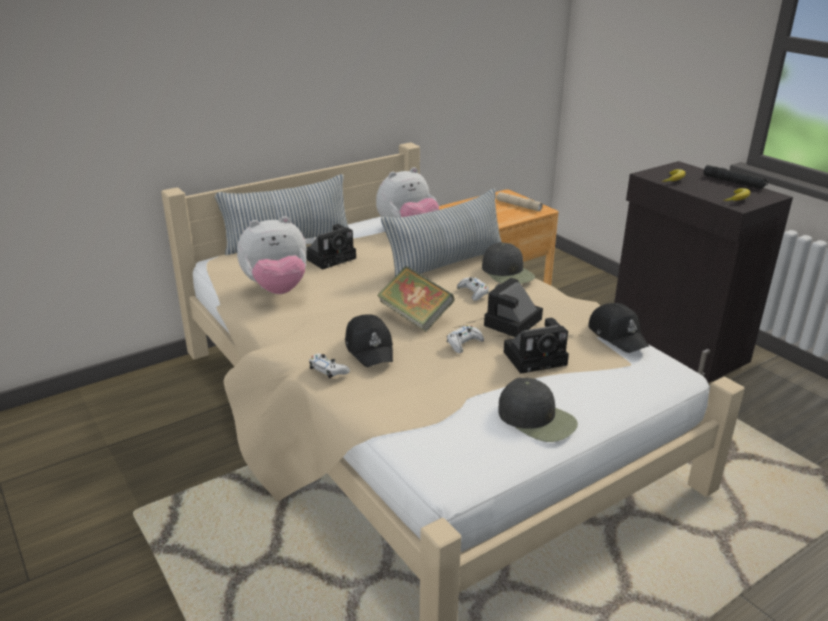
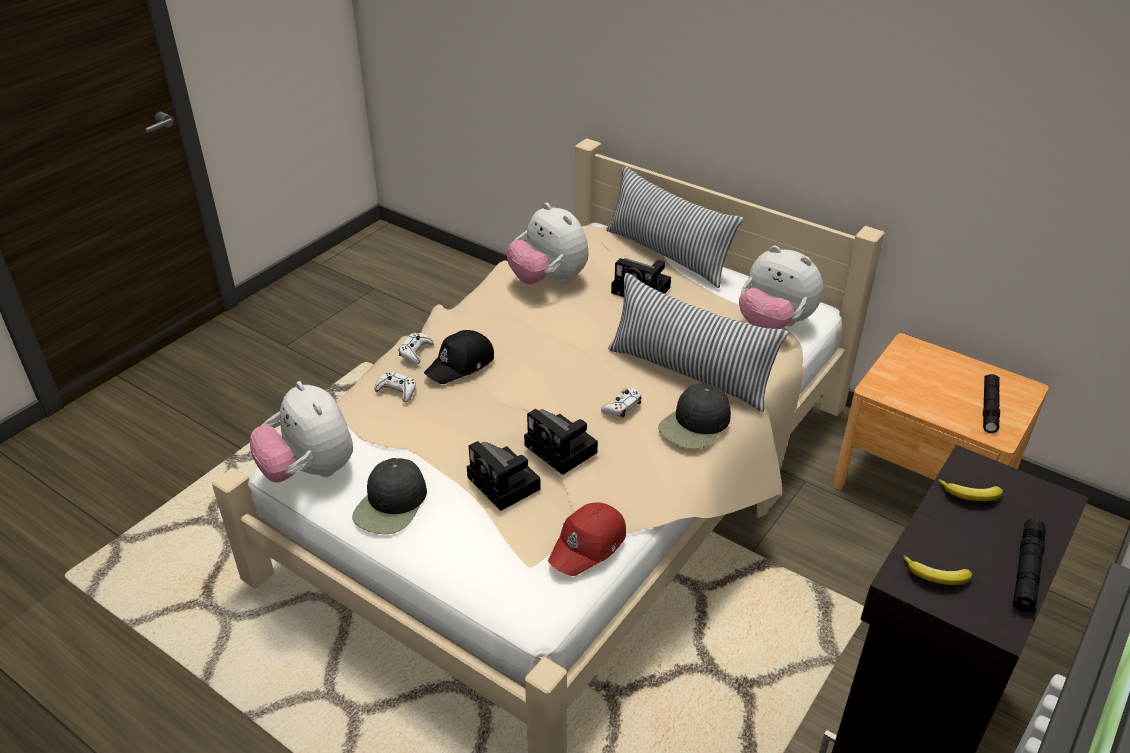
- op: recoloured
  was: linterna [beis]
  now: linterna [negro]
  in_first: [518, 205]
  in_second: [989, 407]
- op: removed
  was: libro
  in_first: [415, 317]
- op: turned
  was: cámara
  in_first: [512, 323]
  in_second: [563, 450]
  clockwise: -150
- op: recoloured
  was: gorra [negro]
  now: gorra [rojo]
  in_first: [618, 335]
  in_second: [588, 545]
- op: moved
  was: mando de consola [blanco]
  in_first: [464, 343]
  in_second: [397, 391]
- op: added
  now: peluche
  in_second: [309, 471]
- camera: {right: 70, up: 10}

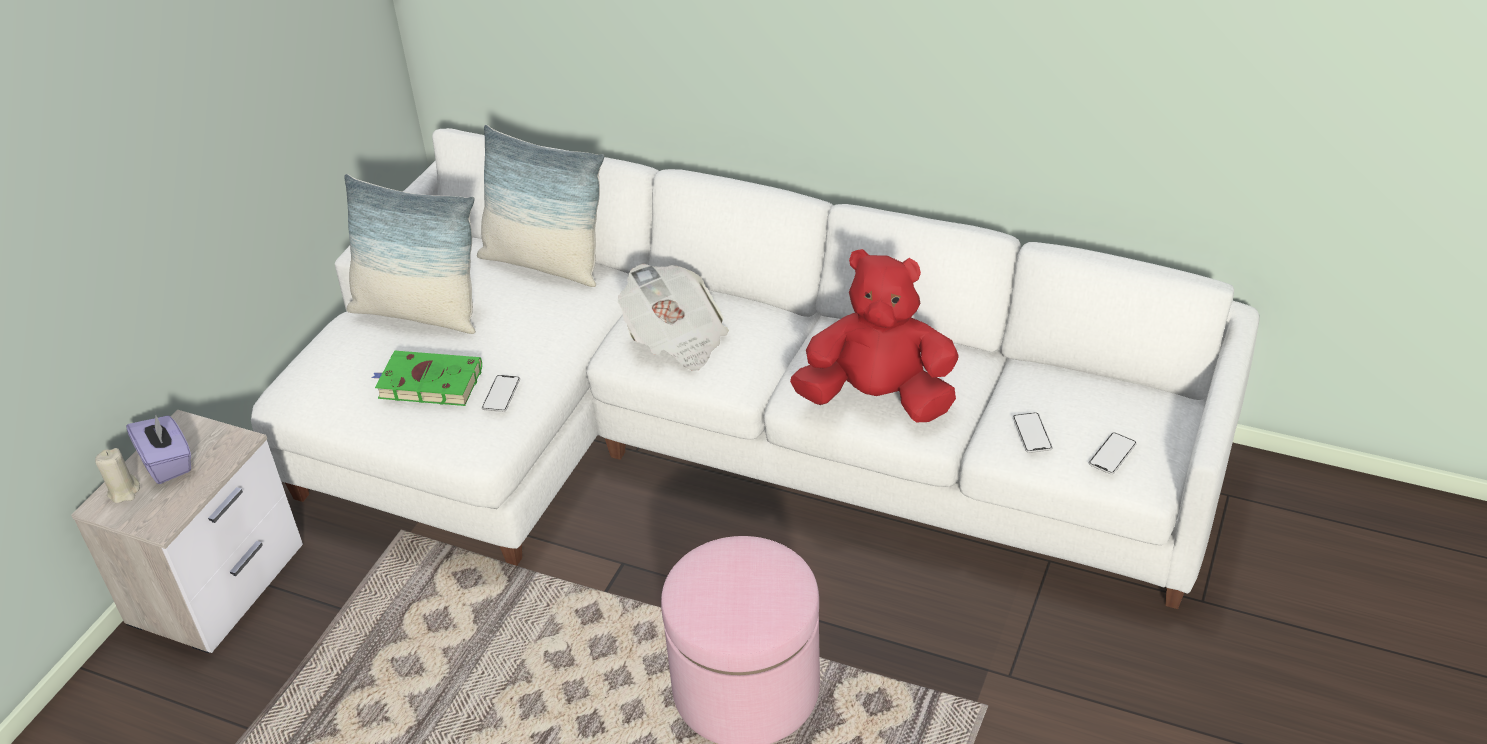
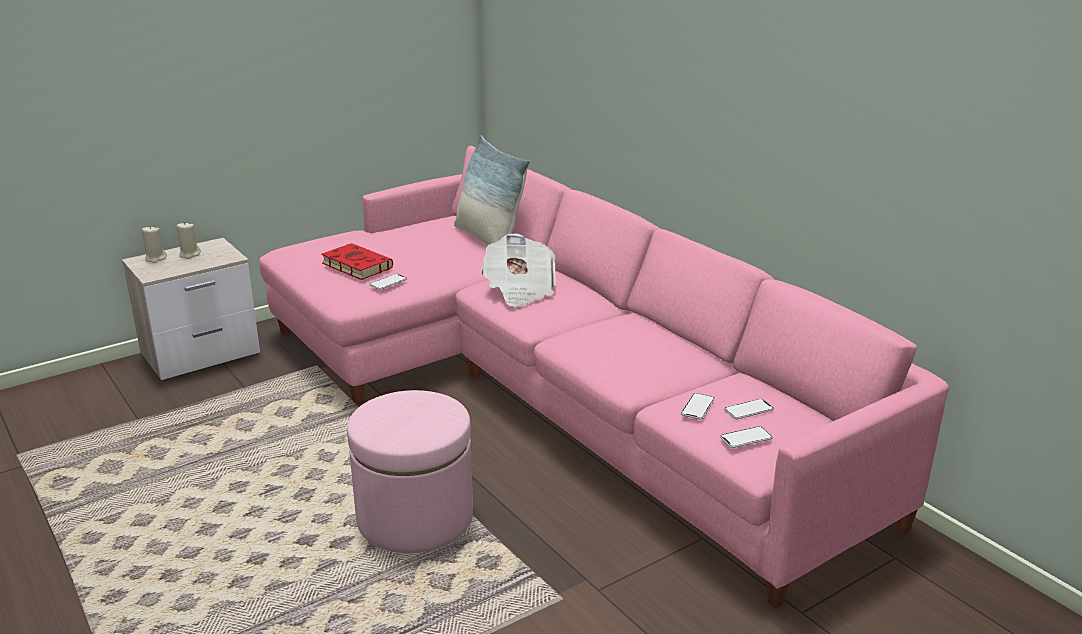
- op: recoloured
  was: sofá [blanco]
  now: sofá [rosa]
  in_first: [720, 437]
  in_second: [547, 389]
- op: removed
  was: cojín
  in_first: [419, 313]
- op: removed
  was: peluche [rojo]
  in_first: [878, 399]
- op: recoloured
  was: libro [verde]
  now: libro [rojo]
  in_first: [427, 383]
  in_second: [355, 265]
- op: replaced
  was: caja de pañuelos [morado]
  now: vela [beis]
  in_first: [167, 462]
  in_second: [189, 254]
- op: added
  now: móvil
  in_second: [748, 410]
- camera: {right: 30, up: -15}

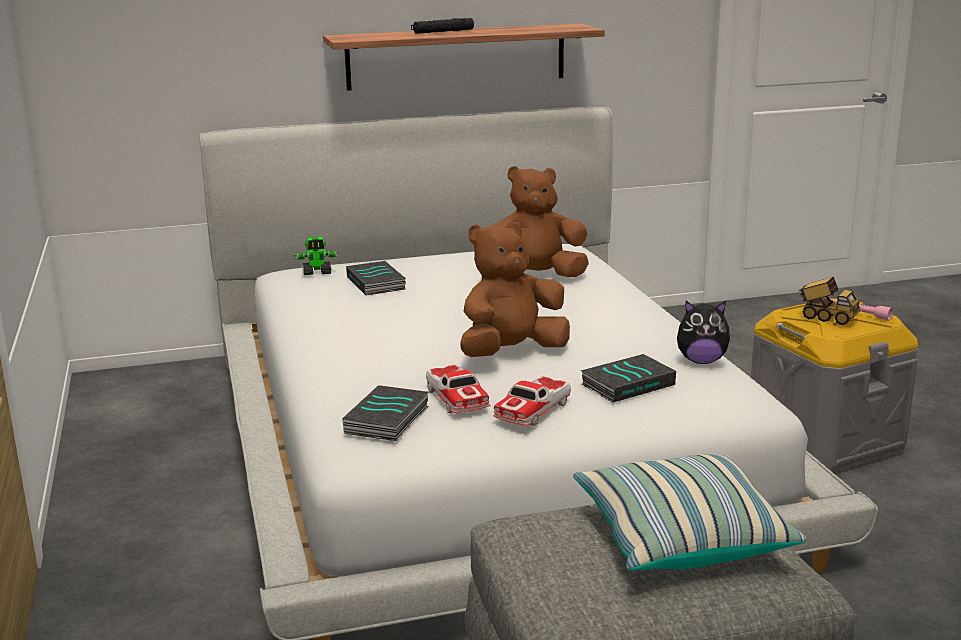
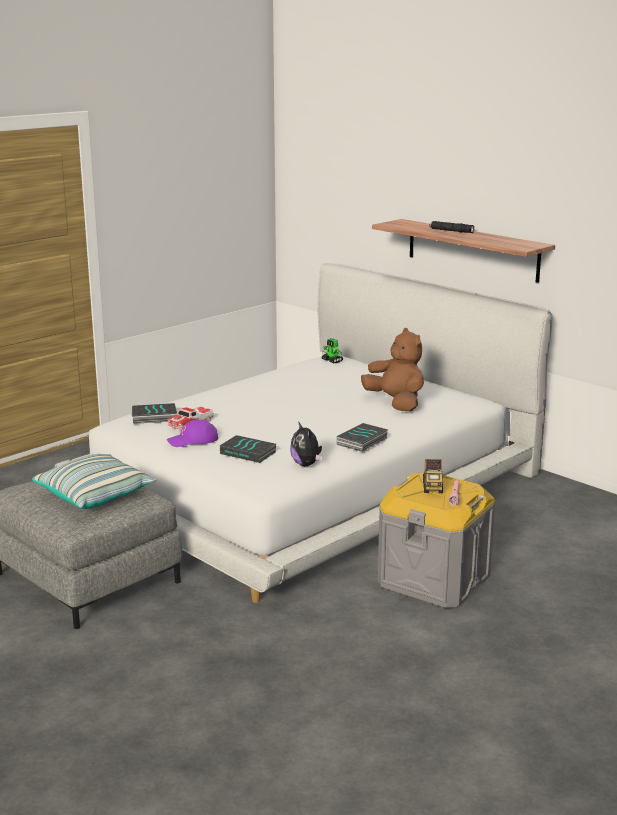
- op: removed
  was: peluche [marrón]
  in_first: [511, 353]
- op: moved
  was: libro
  in_first: [377, 283]
  in_second: [362, 441]
- op: replaced
  was: coche de juguete
  now: gorra [morado]
  in_first: [533, 410]
  in_second: [193, 440]
- camera: {right: 60, up: 0}

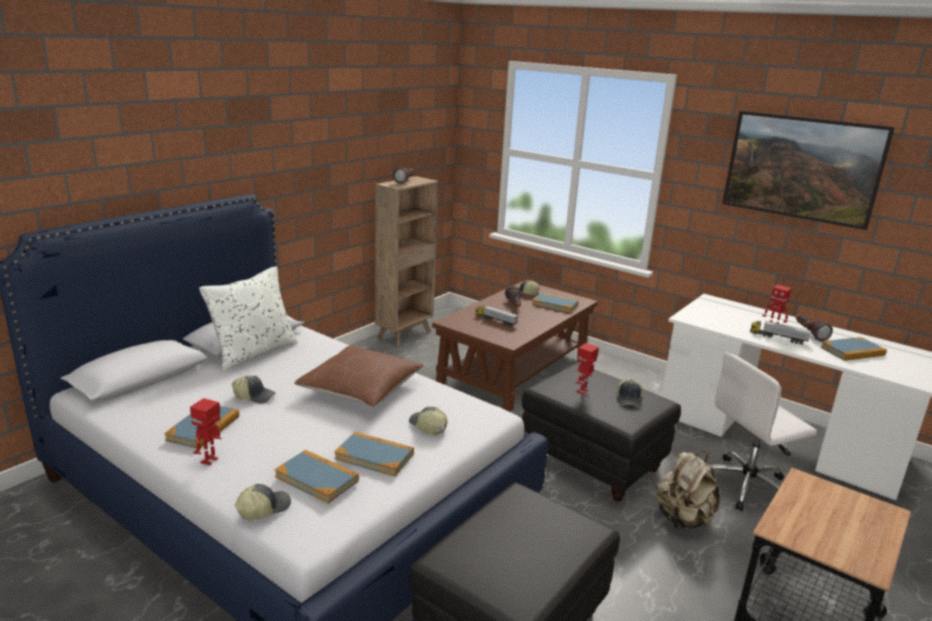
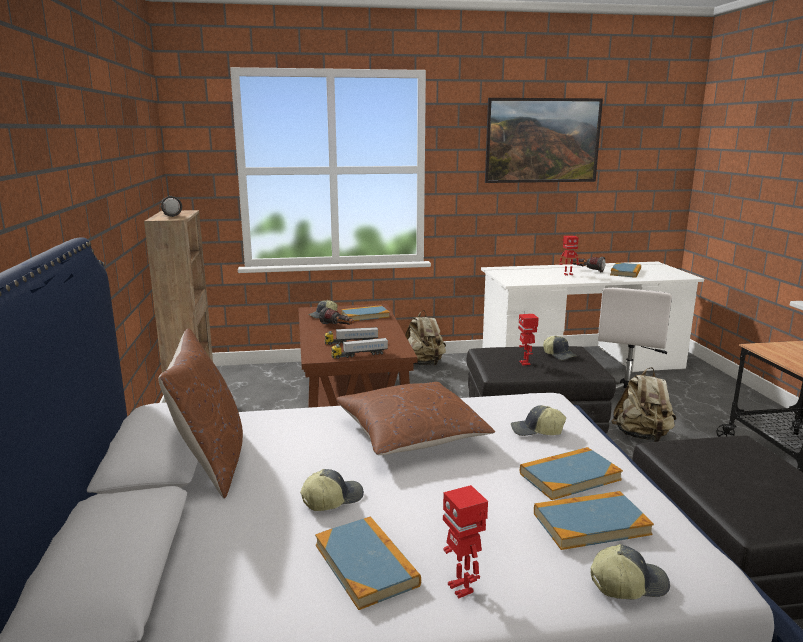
- op: recoloured
  was: cojín [blanco]
  now: cojín [marrón]
  in_first: [253, 352]
  in_second: [210, 462]
- op: moved
  was: camión de juguete
  in_first: [778, 338]
  in_second: [359, 355]
- op: turned
  was: gorra
  in_first: [263, 508]
  in_second: [627, 583]
  clockwise: 75
- op: added
  now: mochila [beis]
  in_second: [423, 364]
- camera: {right: -45, up: -5}

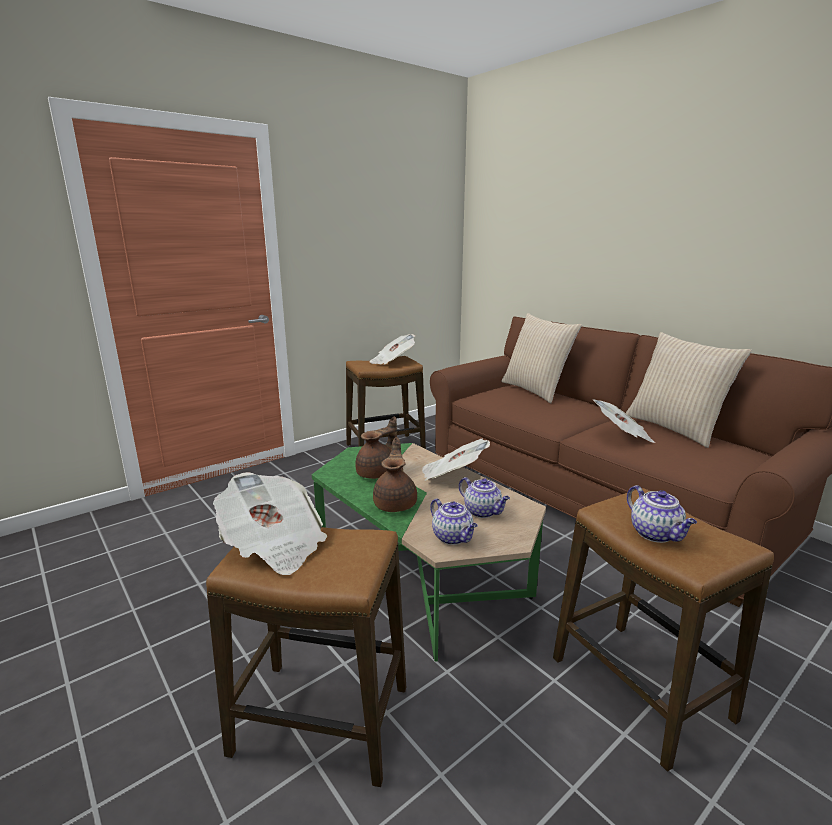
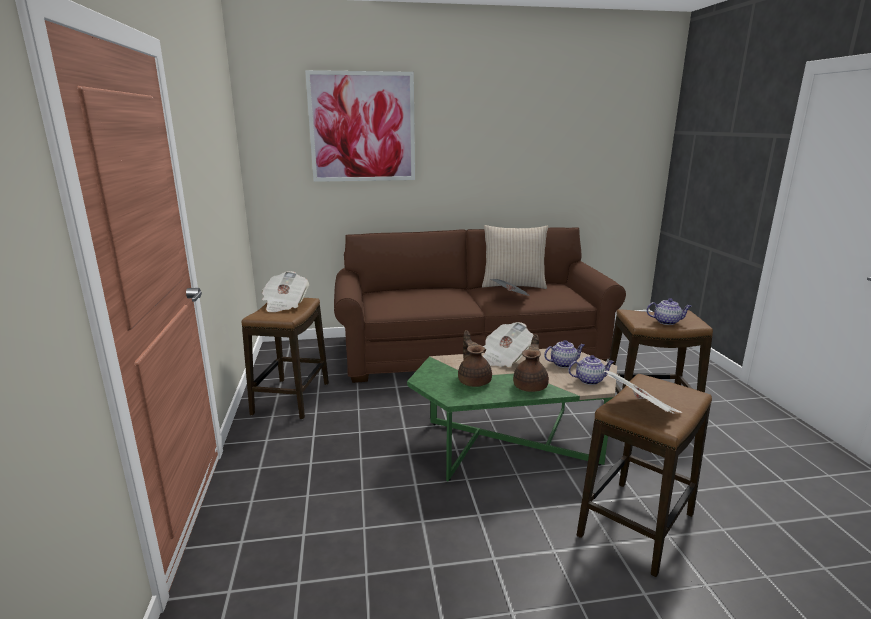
- op: removed
  was: cojín [beis]
  in_first: [535, 390]
- op: turned
  was: tetera [marrón]
  in_first: [396, 503]
  in_second: [531, 386]
  clockwise: 75
- op: added
  now: cuadro
  in_second: [362, 127]
- camera: {right: -60, up: 0}

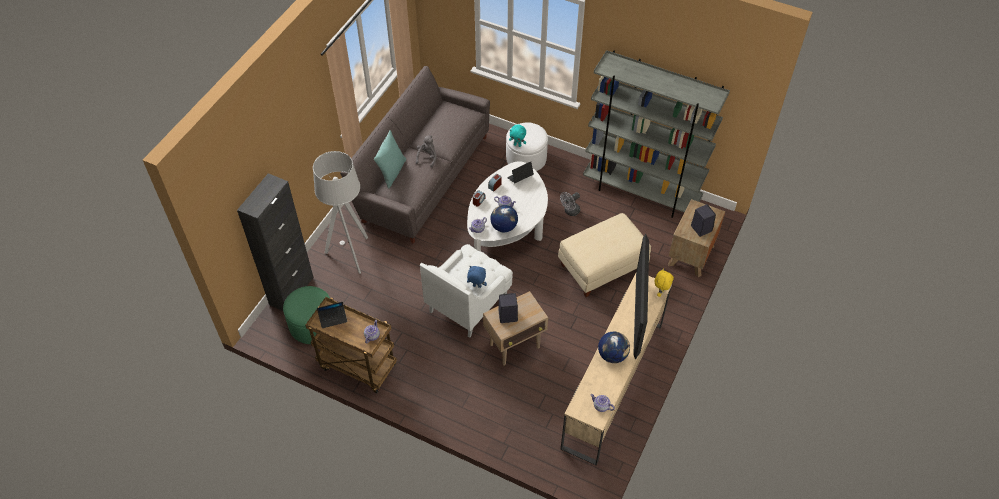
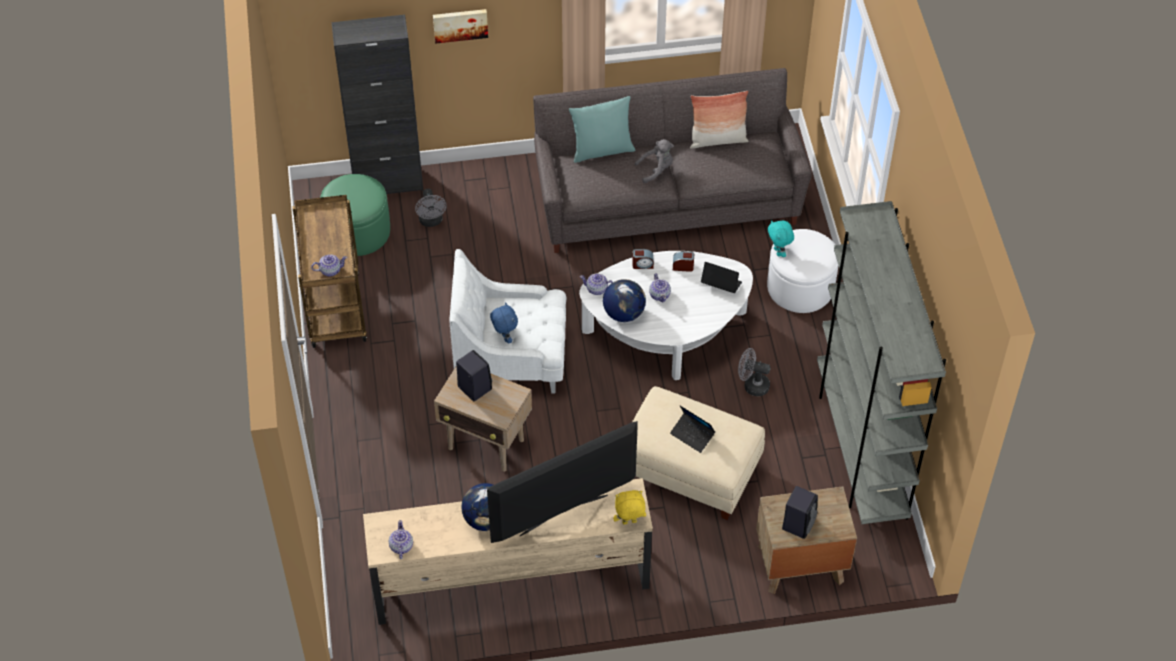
- op: removed
  was: lámpara de pie [gris]
  in_first: [351, 254]
- op: moved
  was: portátil
  in_first: [333, 318]
  in_second: [692, 435]
- op: added
  now: cuadro
  in_second: [460, 24]
- op: added
  now: cojín
  in_second: [718, 140]
- op: added
  now: ventilador [gris]
  in_second: [431, 221]
- camera: {right: 55, up: 0}

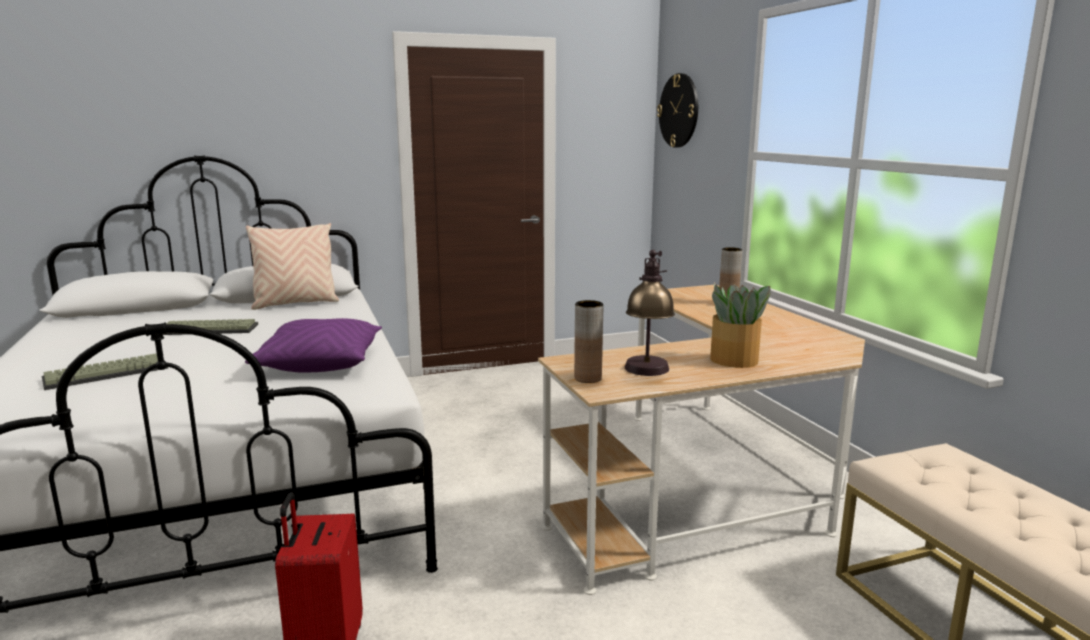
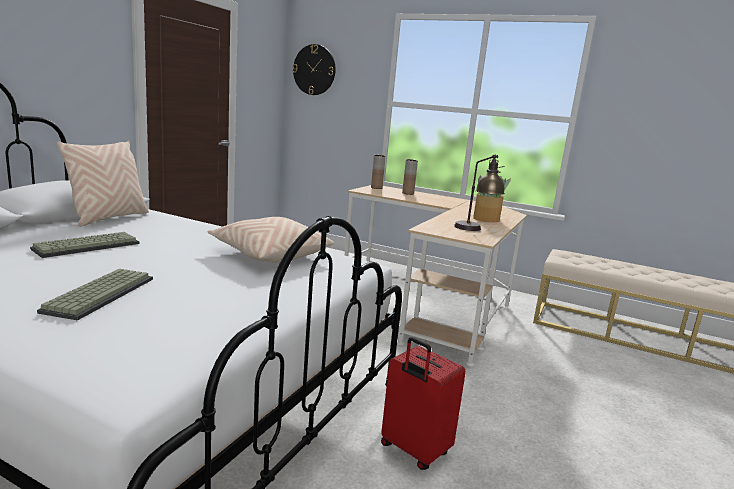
- op: moved
  was: florero [marrón]
  in_first: [588, 378]
  in_second: [376, 188]
- op: recoloured
  was: cojín [morado]
  now: cojín [beis]
  in_first: [320, 363]
  in_second: [270, 255]
- camera: {right: -45, up: 0}

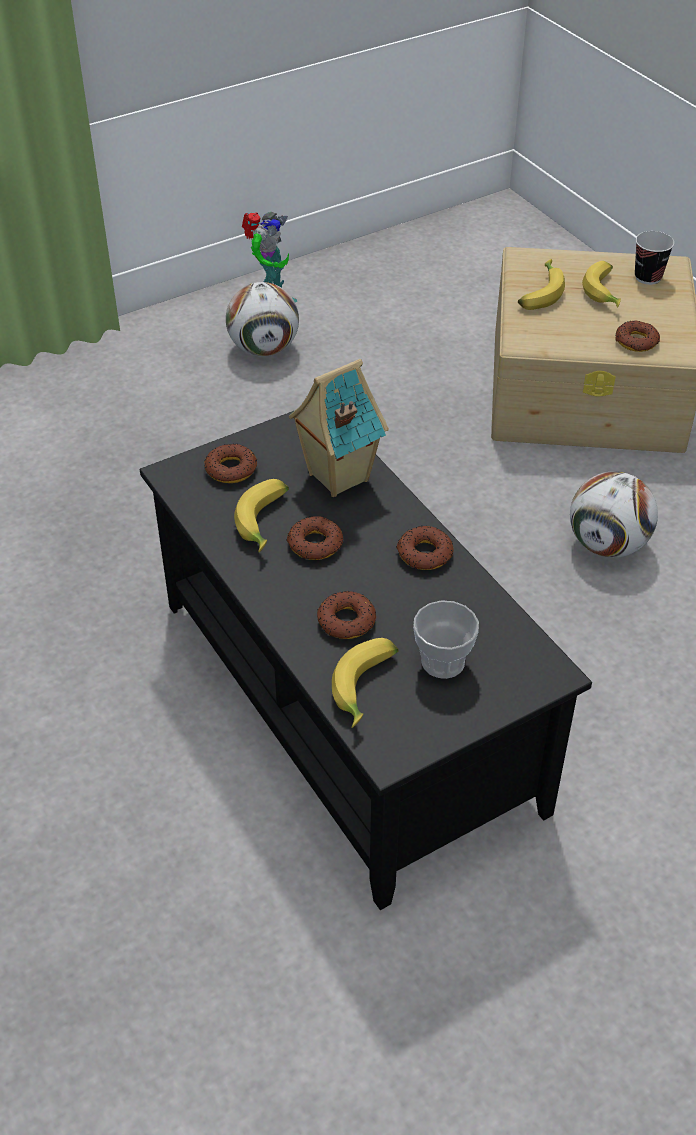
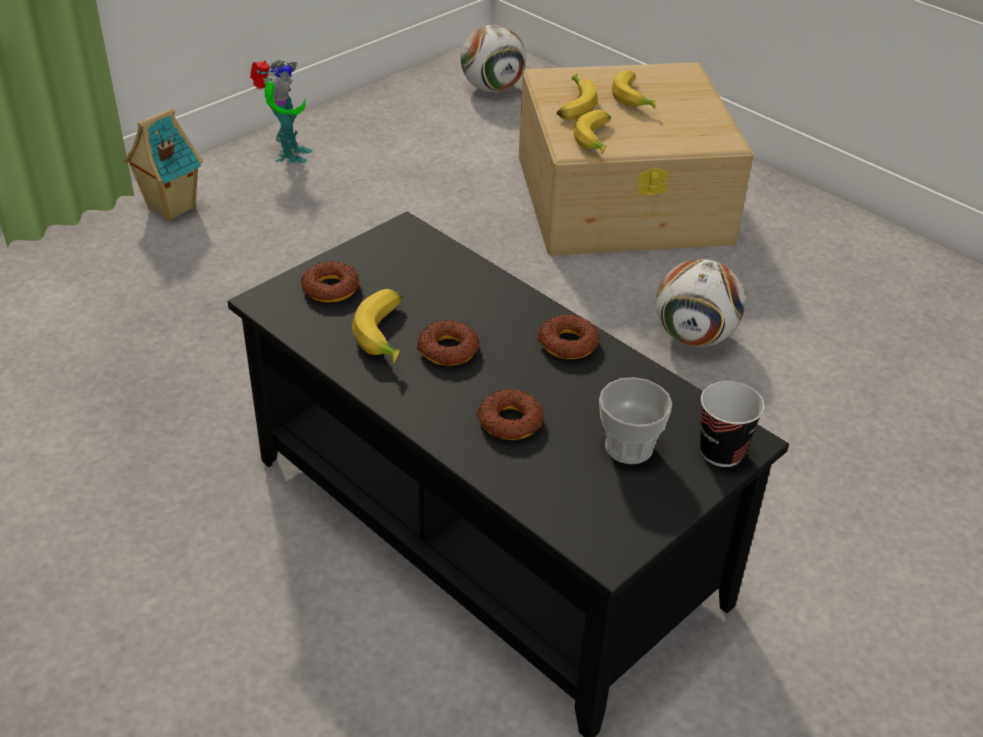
- op: moved
  was: taza
  in_first: [648, 277]
  in_second: [721, 452]
- op: moved
  was: balón de fútbol
  in_first: [264, 349]
  in_second: [492, 88]
- op: removed
  was: rosquilla
  in_first: [636, 341]
- op: moved
  was: casita
  in_first: [336, 477]
  in_second: [170, 208]
- op: moved
  was: plátano
  in_first: [367, 689]
  in_second: [598, 141]
- camera: {right: -15, up: -5}

